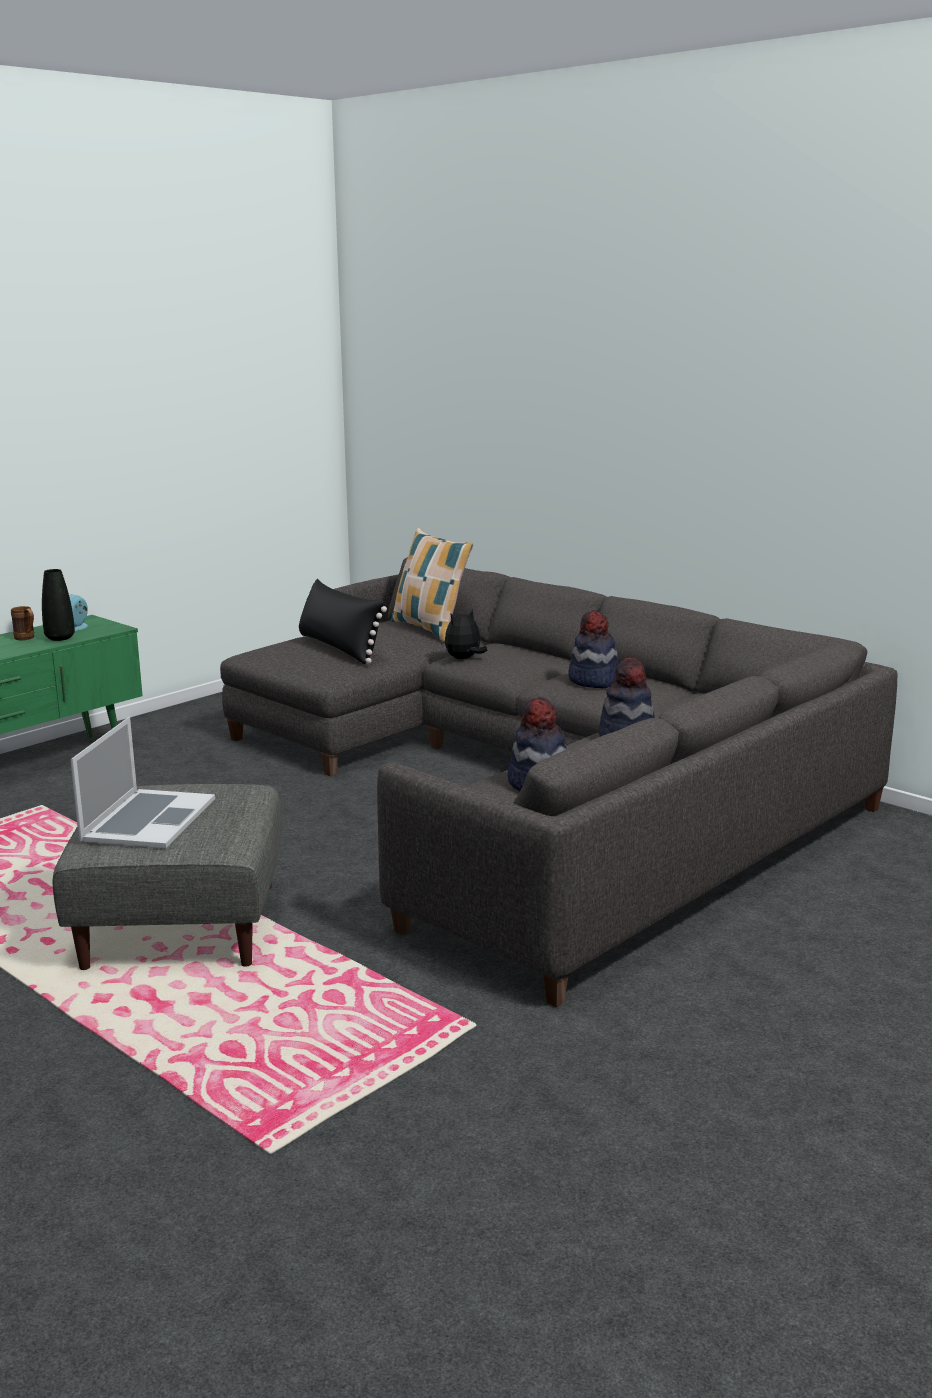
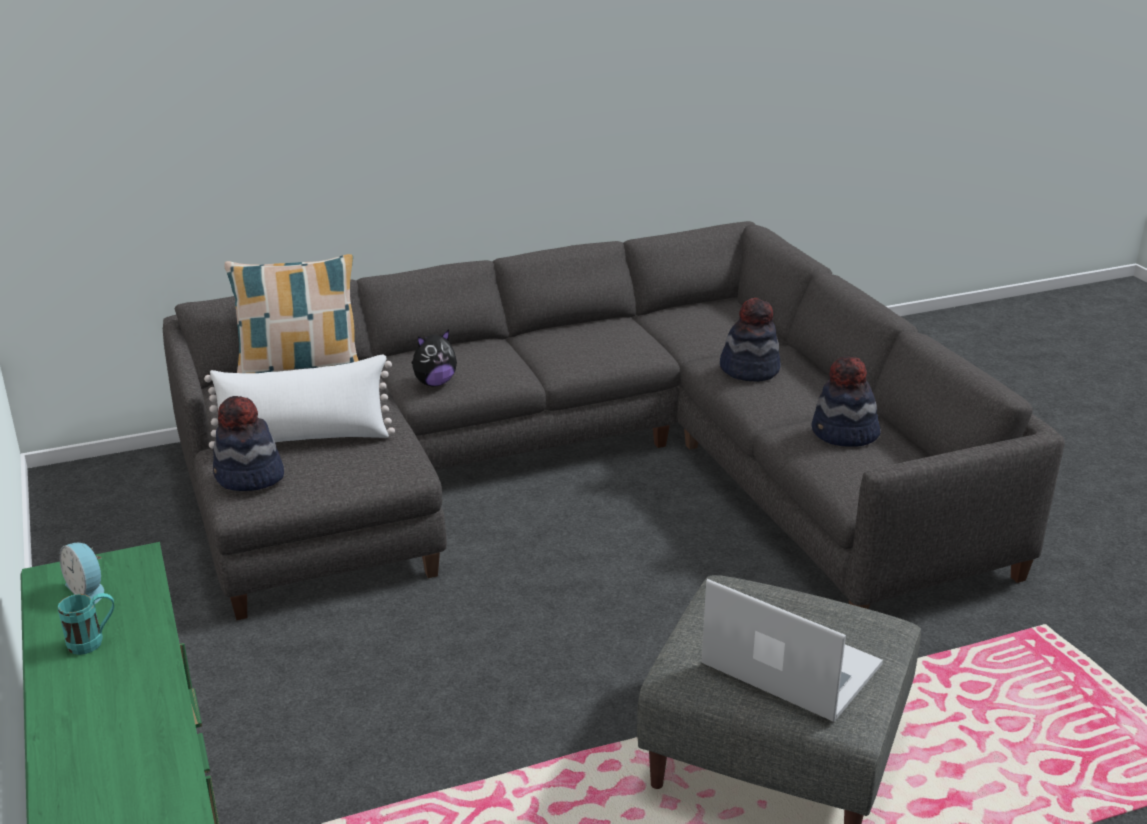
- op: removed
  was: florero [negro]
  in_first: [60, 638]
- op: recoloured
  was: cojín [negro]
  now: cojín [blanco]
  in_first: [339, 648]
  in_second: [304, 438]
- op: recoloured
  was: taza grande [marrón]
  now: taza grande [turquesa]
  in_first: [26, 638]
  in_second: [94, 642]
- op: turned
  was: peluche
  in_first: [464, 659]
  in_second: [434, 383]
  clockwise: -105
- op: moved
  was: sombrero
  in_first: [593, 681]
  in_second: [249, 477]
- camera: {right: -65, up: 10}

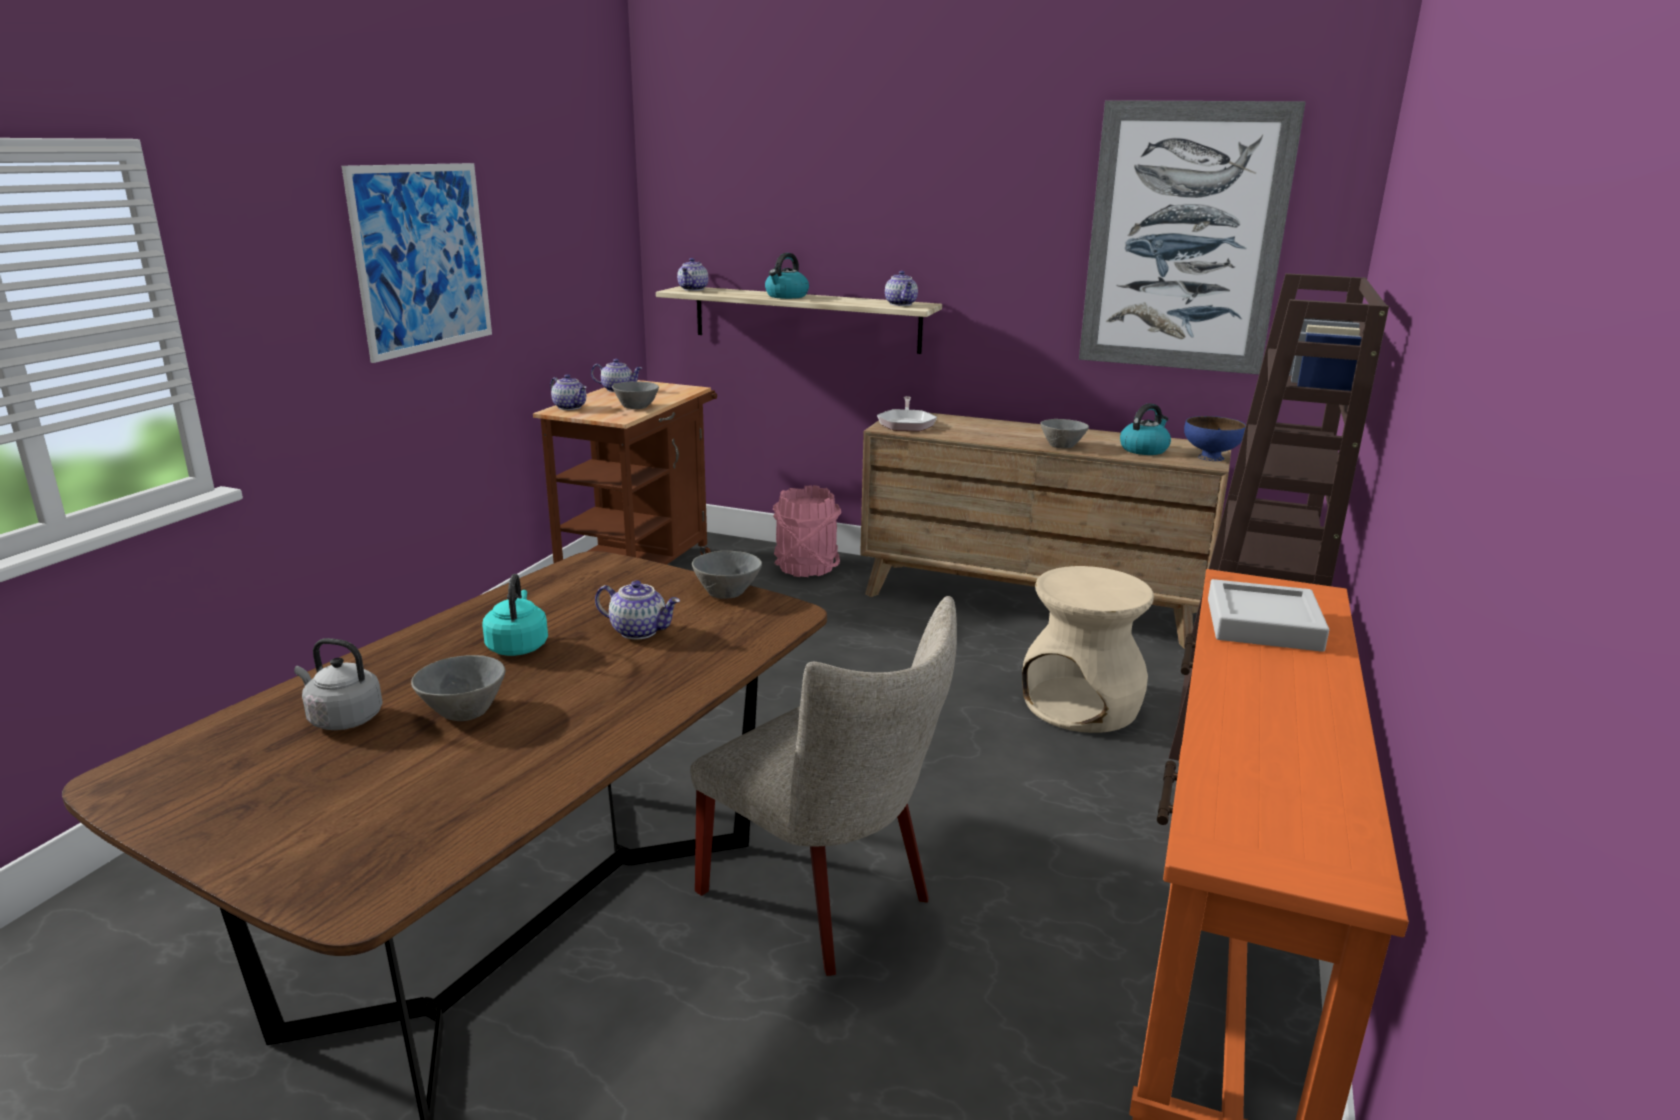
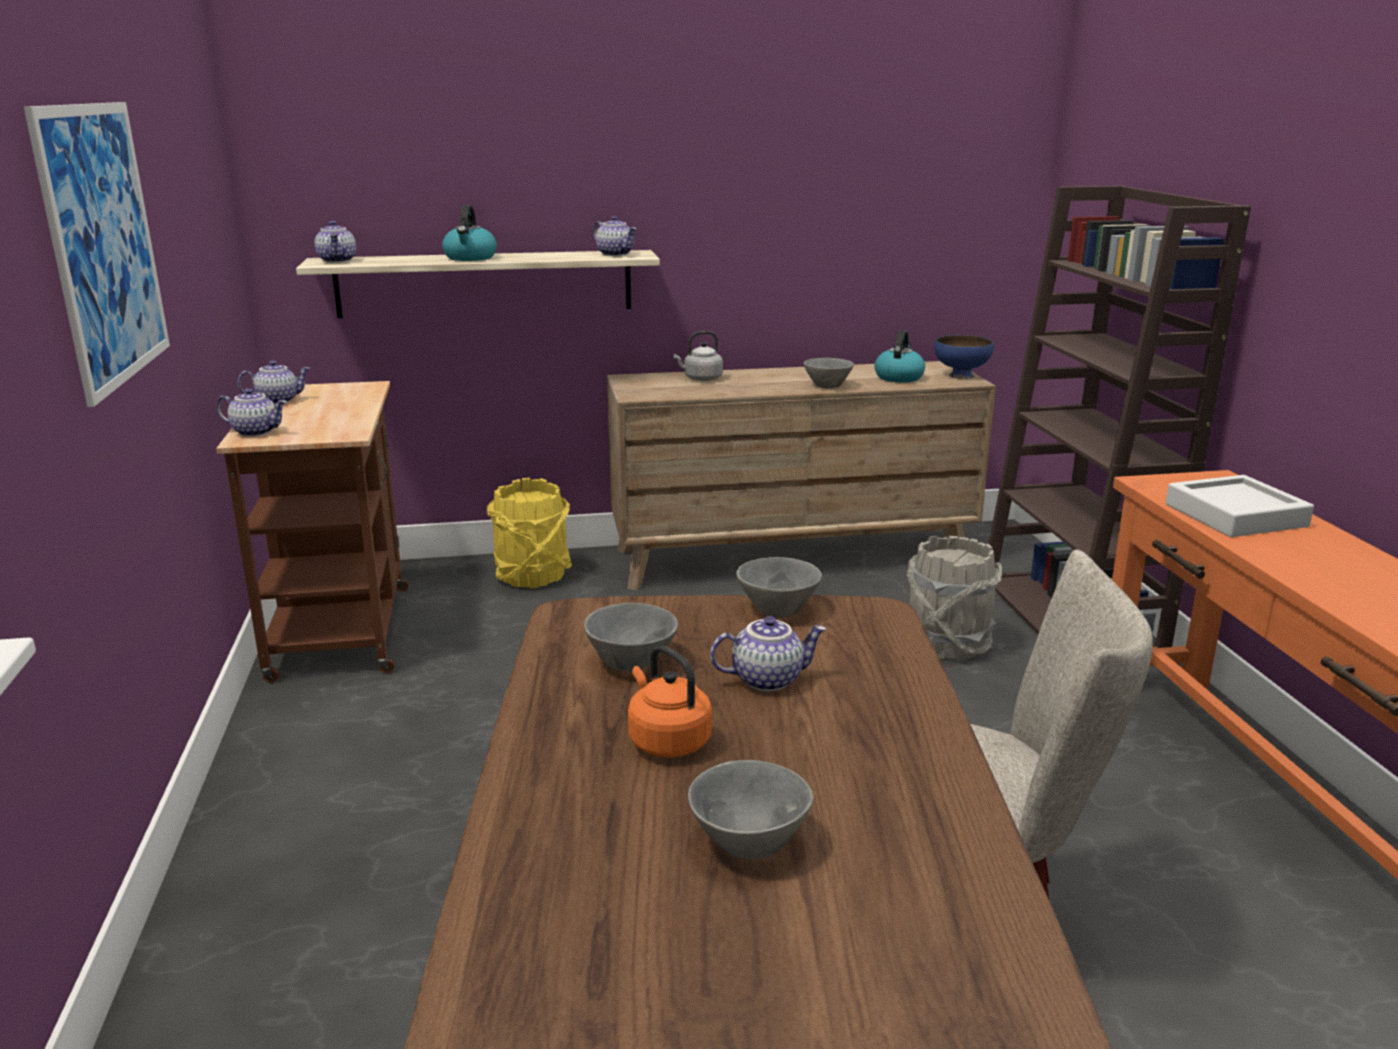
- op: removed
  was: cuadro
  in_first: [1184, 239]
- op: moved
  was: cuenco [gris]
  in_first: [637, 407]
  in_second: [633, 662]
- op: removed
  was: sartén
  in_first: [906, 423]
- op: recoloured
  was: cubo [rosa]
  now: cubo [amarillo]
  in_first: [806, 567]
  in_second: [532, 575]
- op: replaced
  was: taburete [beis]
  now: cubo [gris]
  in_first: [1082, 705]
  in_second: [947, 643]
- op: recoloured
  was: hervidor [turquesa]
  now: hervidor [naranja]
  in_first: [518, 646]
  in_second: [666, 740]
- op: moved
  was: hervidor [gris]
  in_first: [342, 718]
  in_second: [701, 379]
- camera: {right: -30, up: 0}

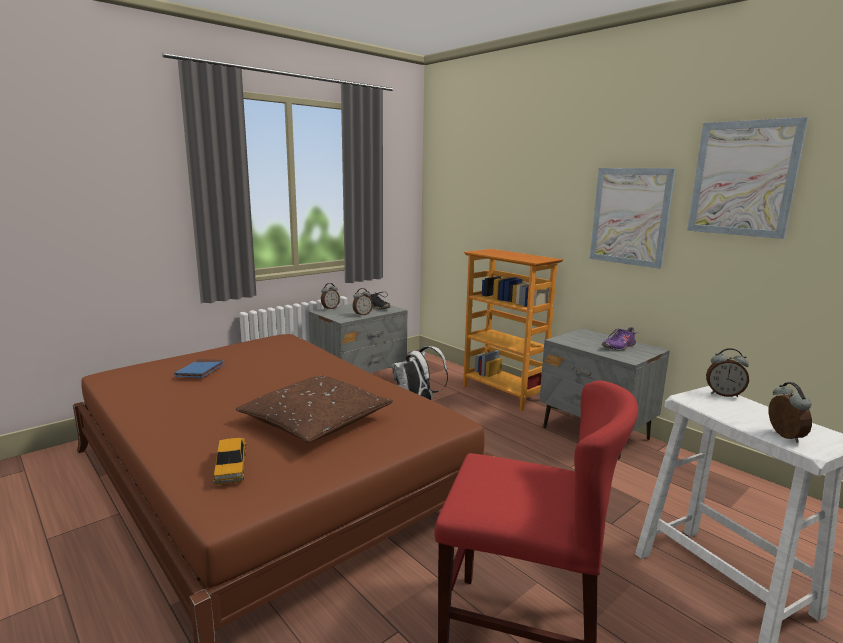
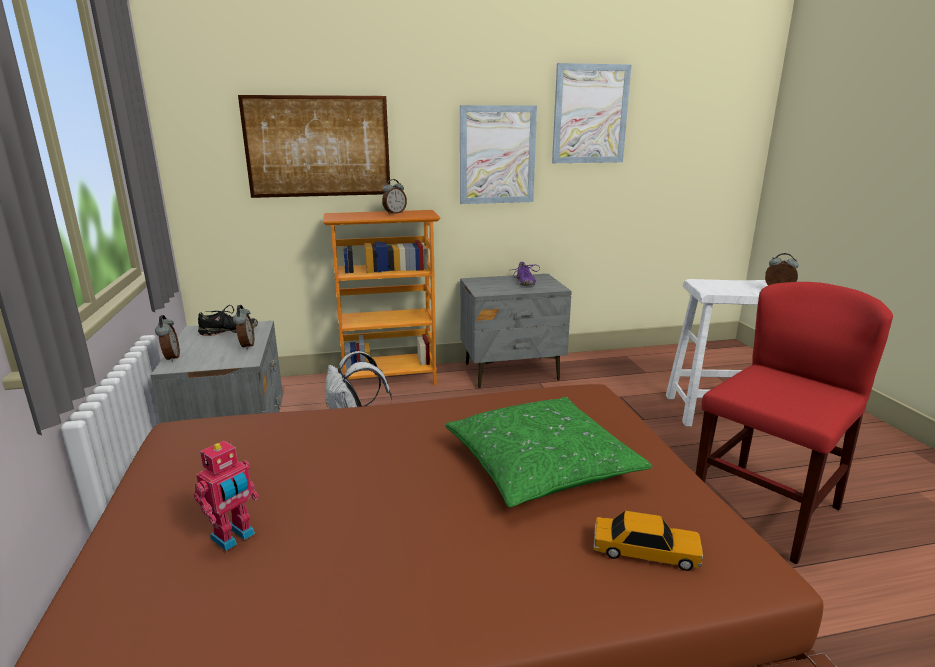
- op: moved
  was: despertador
  in_first: [723, 394]
  in_second: [394, 213]
- op: replaced
  was: libro [azul]
  now: robot de juguete
  in_first: [200, 371]
  in_second: [234, 537]
- op: recoloured
  was: cojín [marrón]
  now: cojín [verde]
  in_first: [315, 421]
  in_second: [541, 464]
- op: added
  now: cuadro
  in_second: [318, 147]
- camera: {right: -60, up: 5}

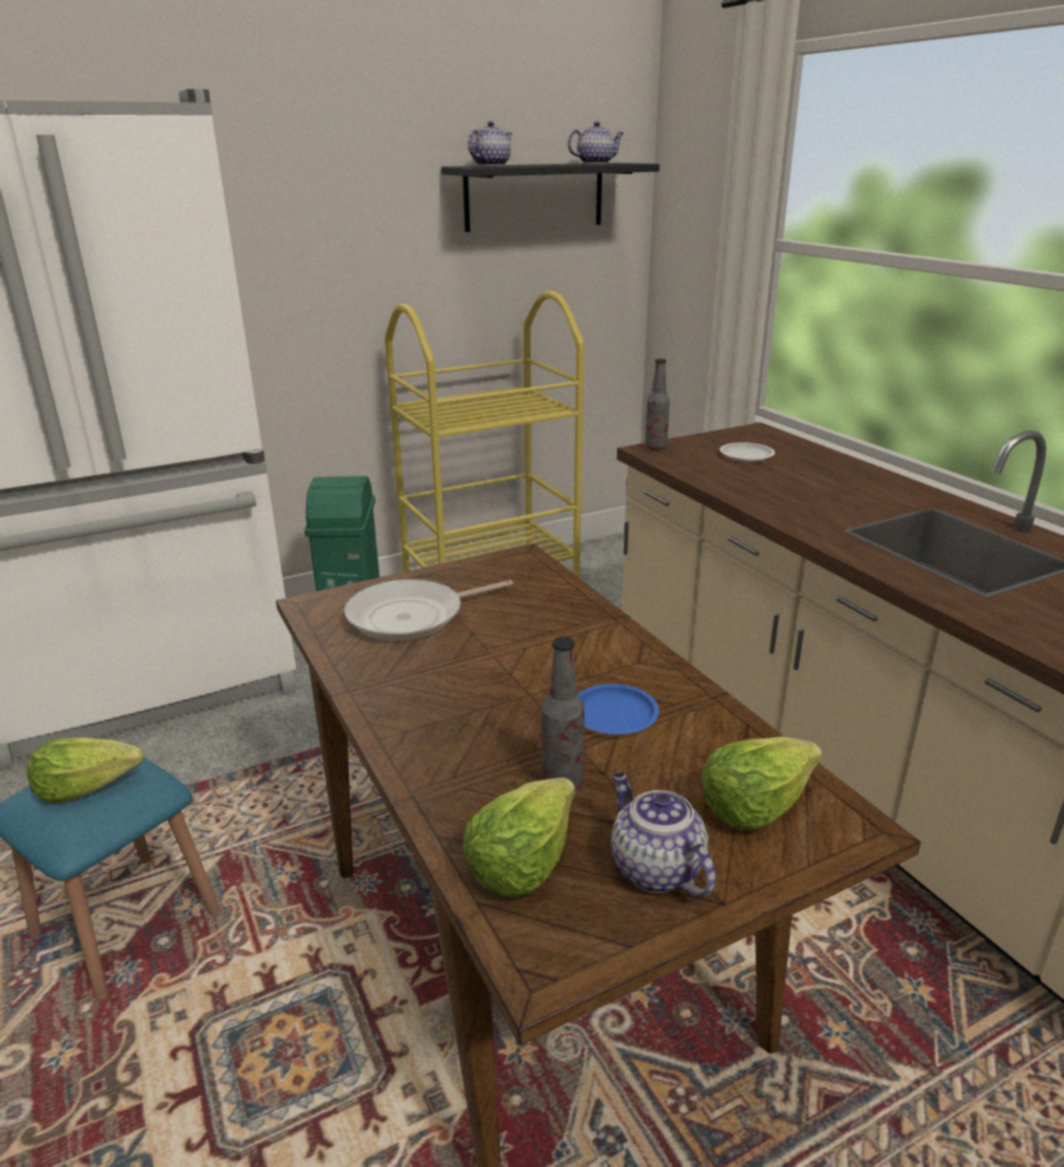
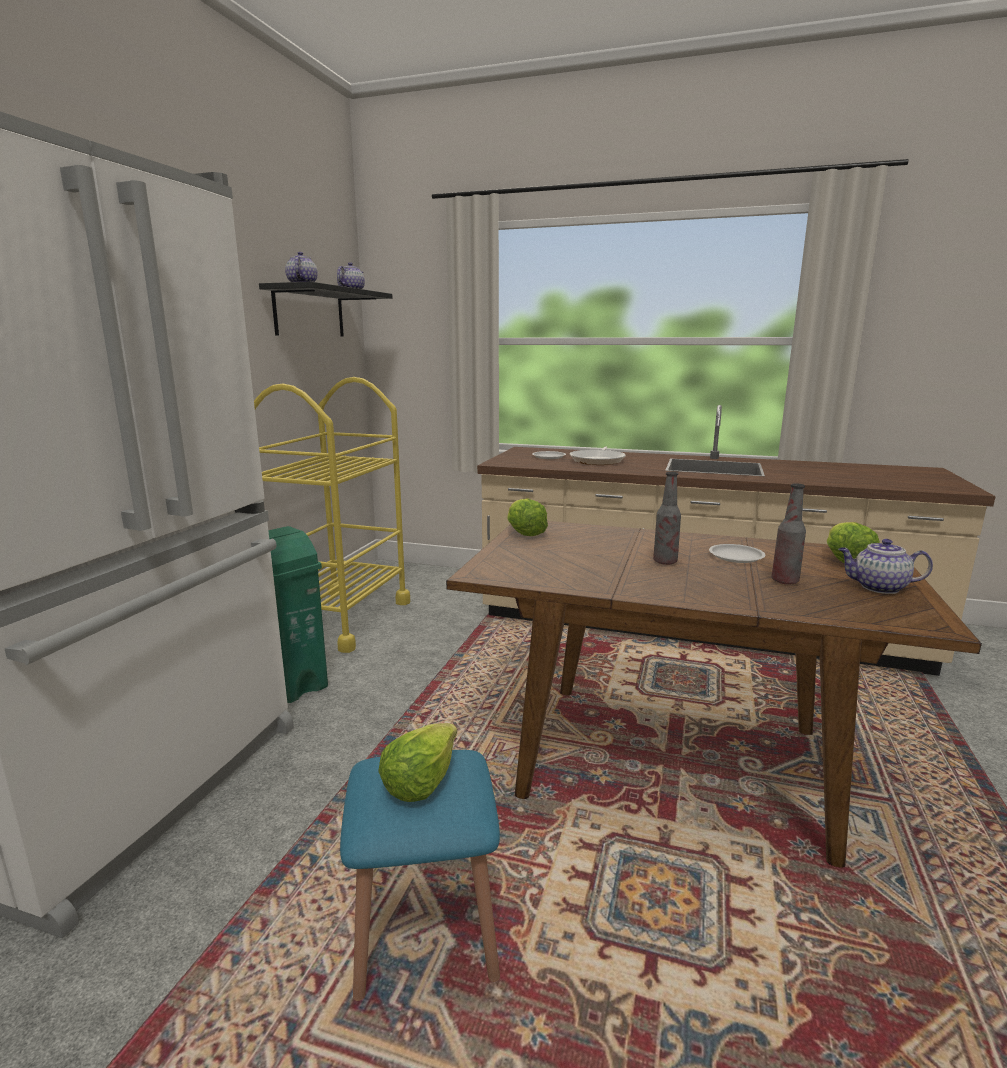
- op: moved
  was: botella
  in_first: [655, 447]
  in_second: [665, 562]
- op: moved
  was: sartén
  in_first: [412, 617]
  in_second: [598, 460]
- op: recoloured
  was: plato [azul]
  now: plato [blanco]
  in_first: [614, 715]
  in_second: [736, 557]
- op: moved
  was: lechuga
  in_first: [521, 860]
  in_second: [524, 532]
- camera: {right: -45, up: -10}

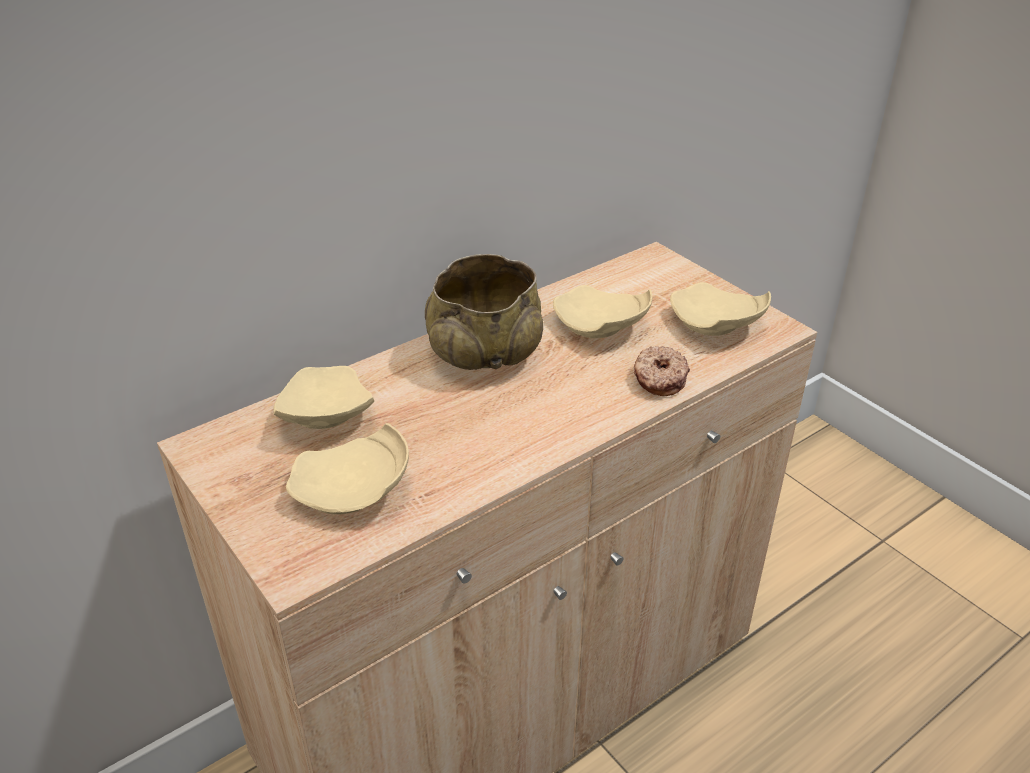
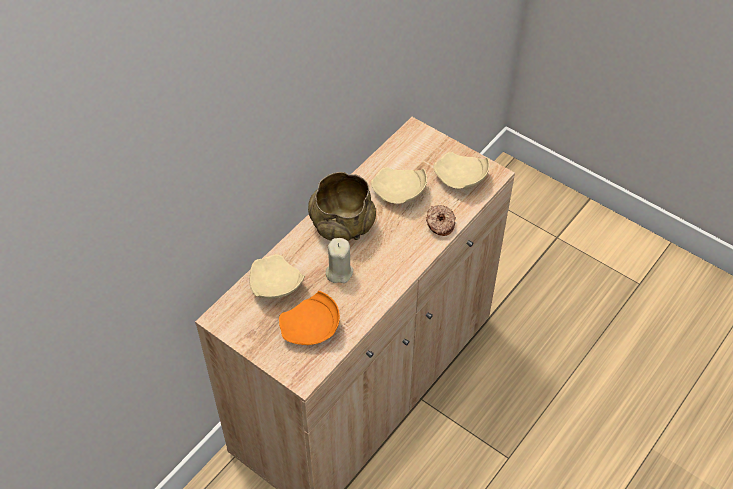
- op: recoloured
  was: plato [beis]
  now: plato [naranja]
  in_first: [354, 492]
  in_second: [311, 328]
- op: added
  now: vela [beis]
  in_second: [339, 272]
- camera: {right: -15, up: 15}

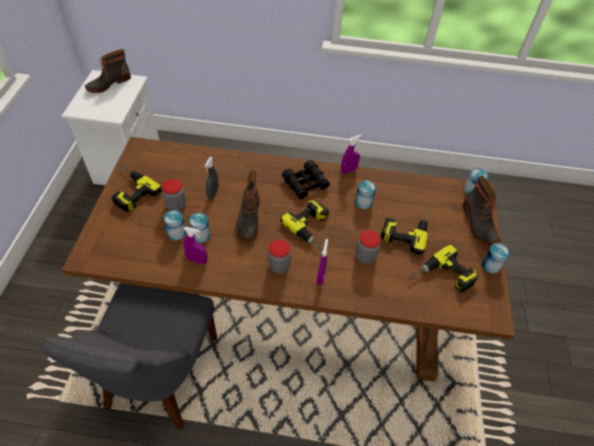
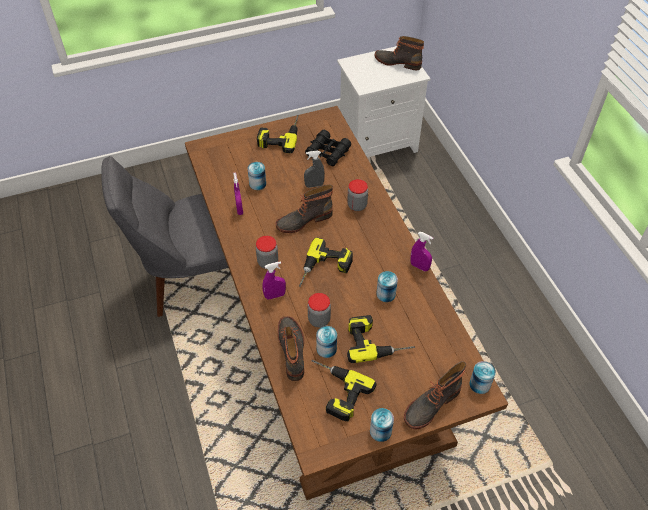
- op: moved
  was: prismáticos [negro]
  in_first: [305, 183]
  in_second: [328, 152]
- op: moved
  was: tarro
  in_first: [176, 205]
  in_second: [357, 205]
- op: moved
  was: lata
  in_first: [200, 235]
  in_second: [326, 349]
- op: added
  now: bota
  in_second: [293, 350]
- camera: {right: 65, up: 0}

